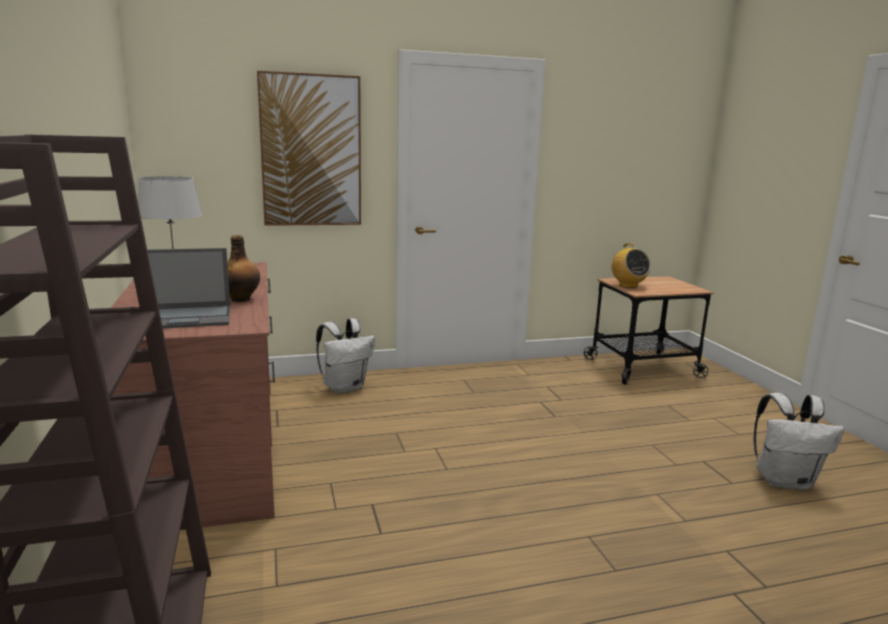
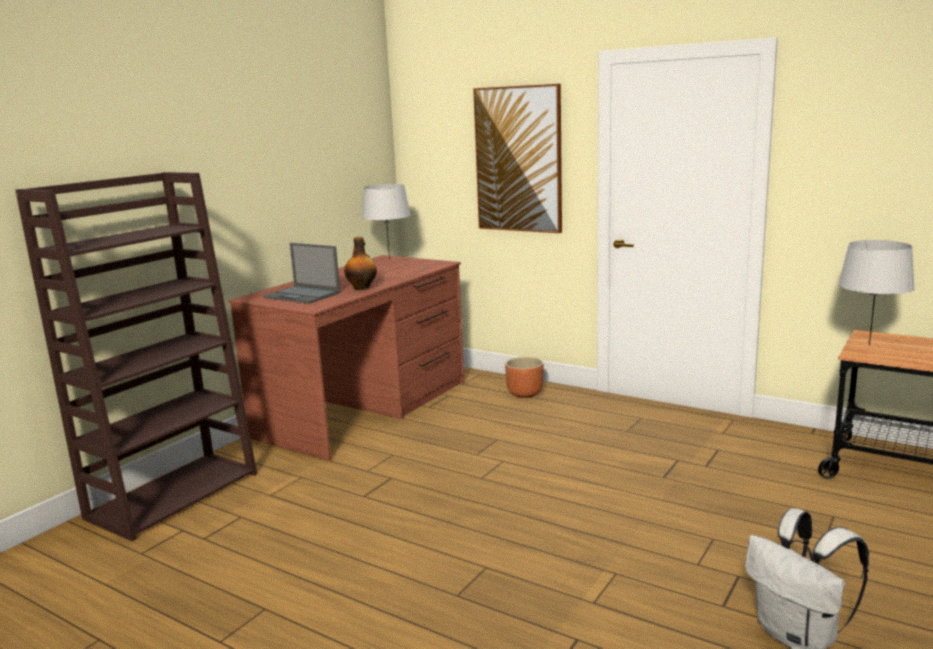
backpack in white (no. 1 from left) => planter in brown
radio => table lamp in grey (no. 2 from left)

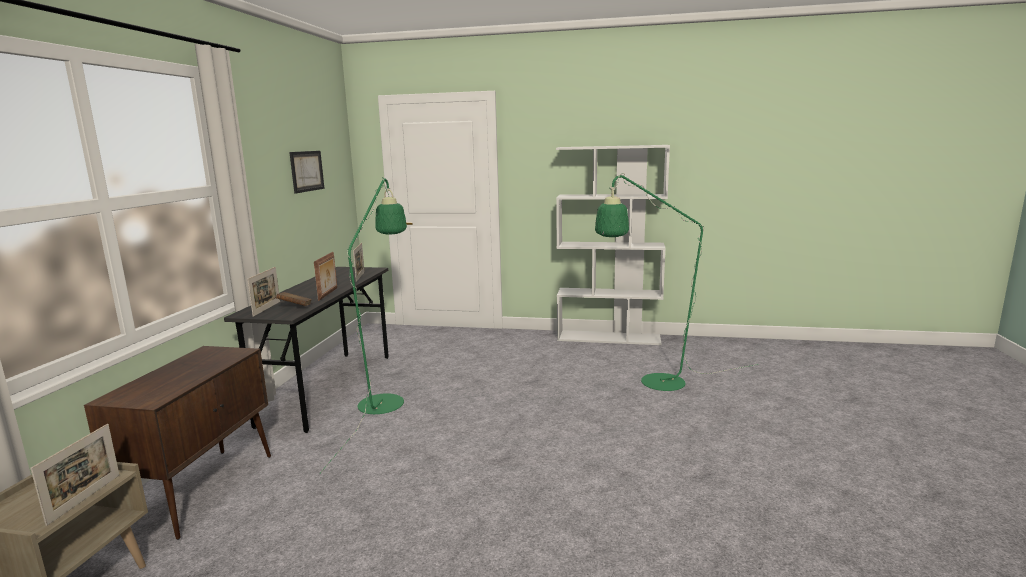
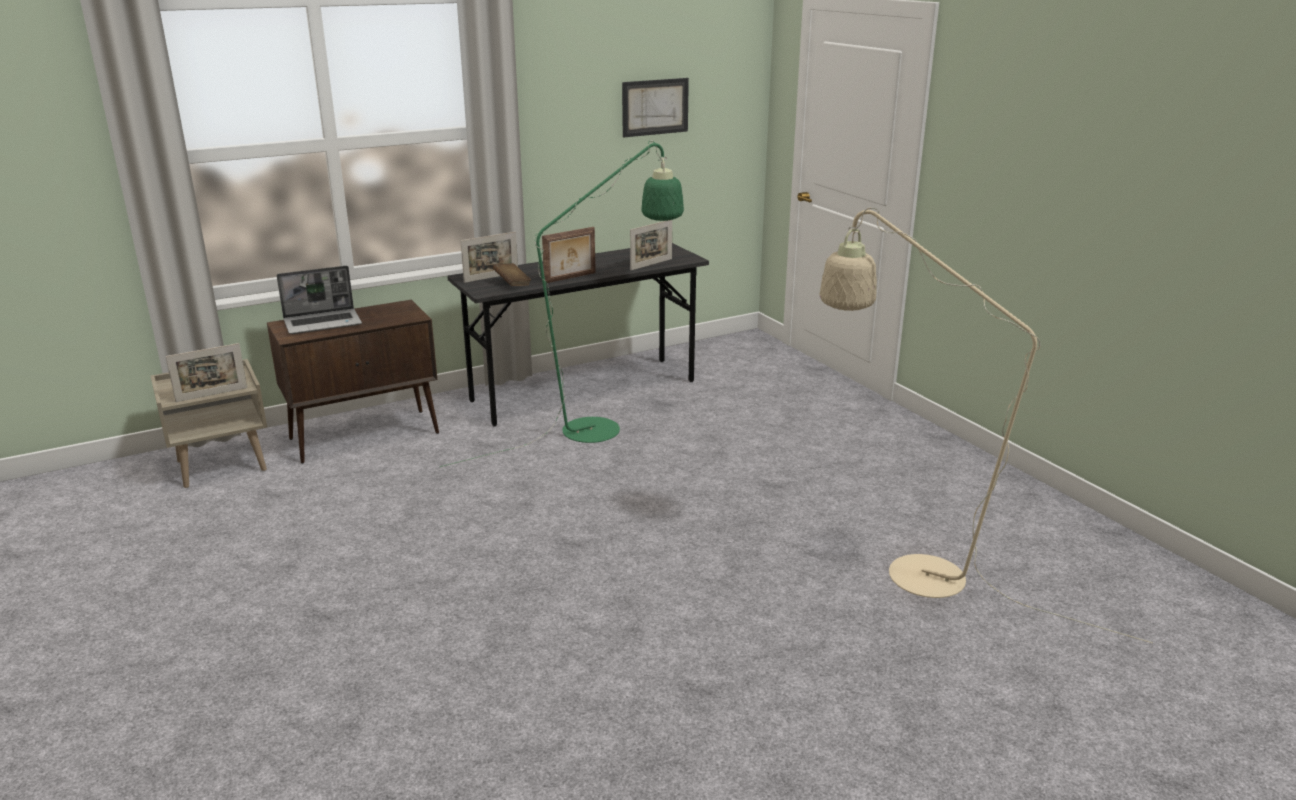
nothing => laptop
floor lamp in green (no. 2 from left) => floor lamp in beige
bookcase in white => nothing

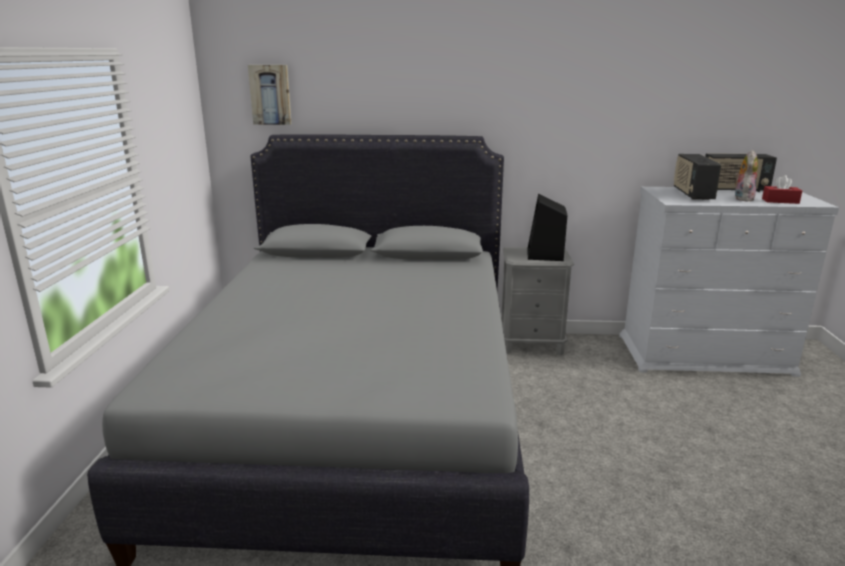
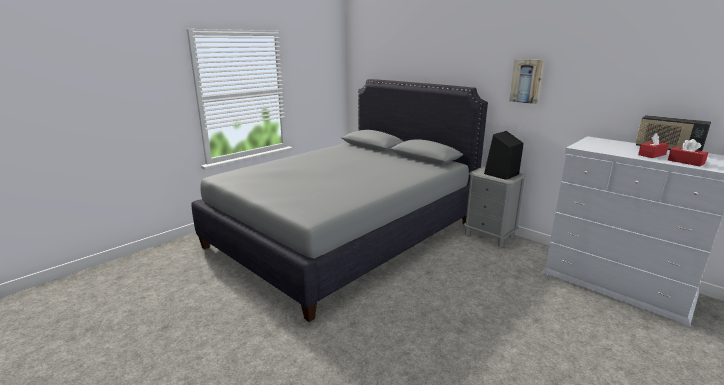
picture, relocated
plush toy => tissue box in red (no. 1 from left)
radio (no. 1 from left) => nothing

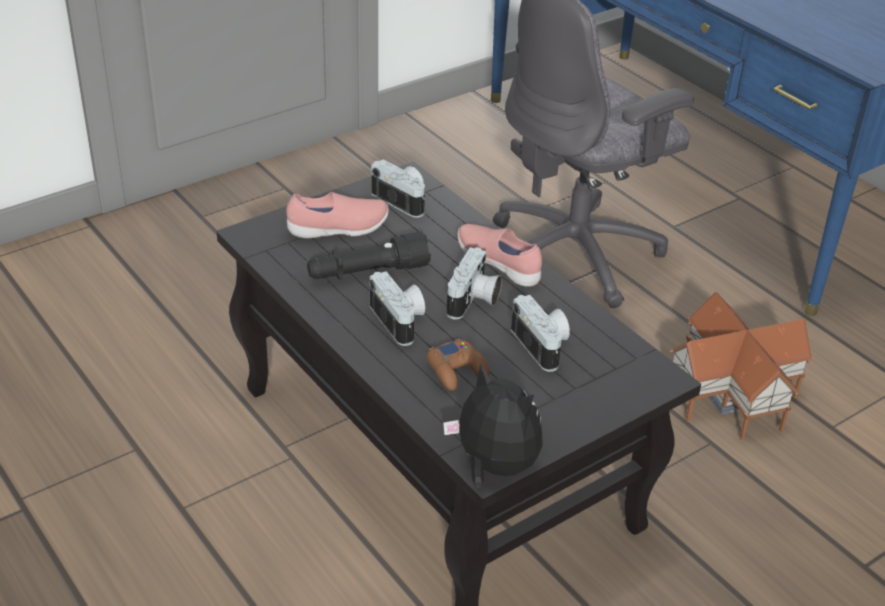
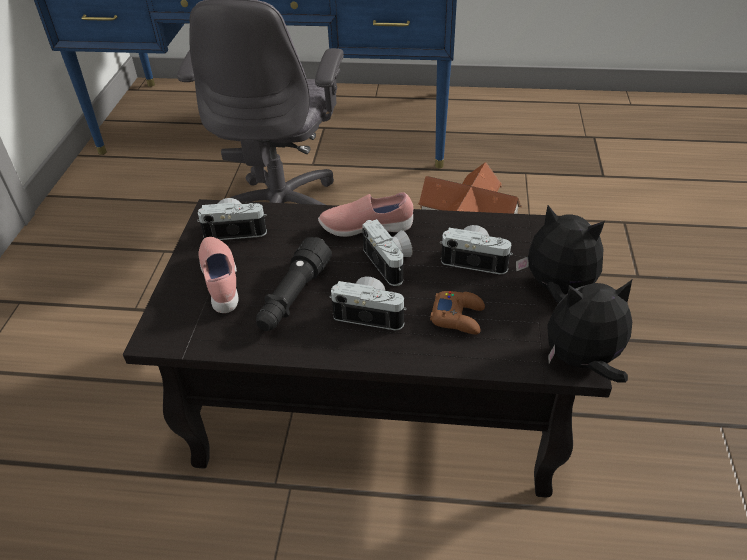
shoe in pink (no. 1 from left), 45 degrees counterclockwise
nothing => plush toy (no. 1 from left)

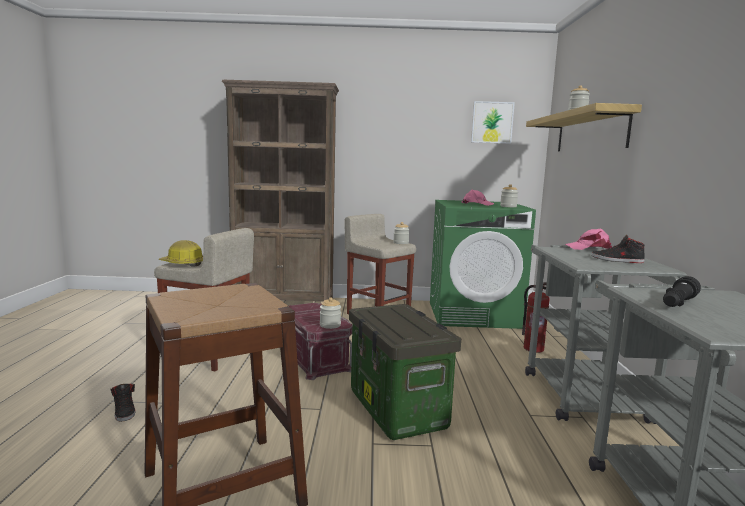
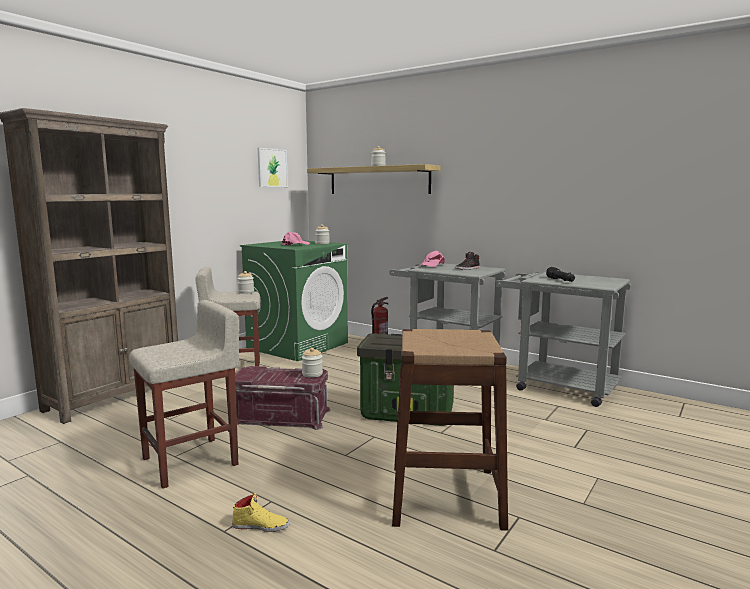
shoe in black (no. 1 from left) => shoe in yellow
hard hat => nothing

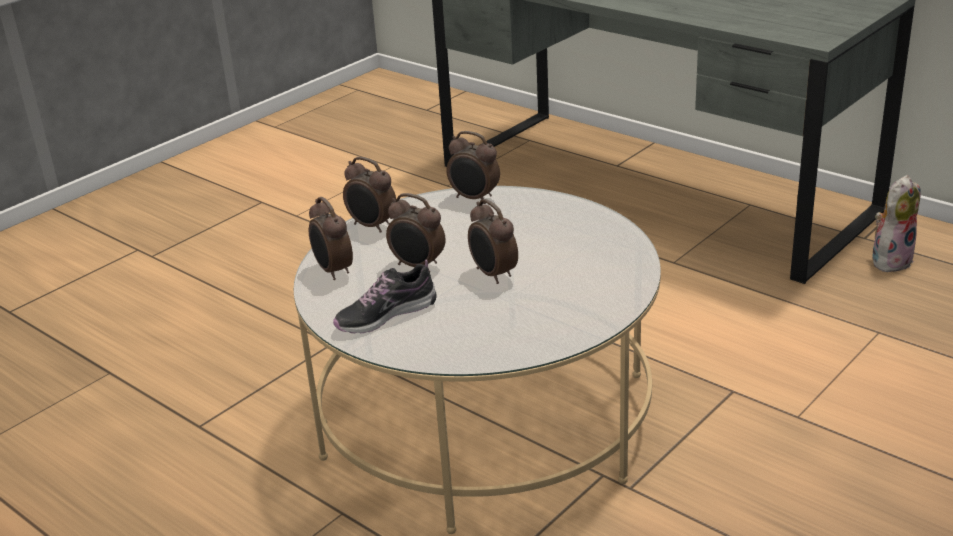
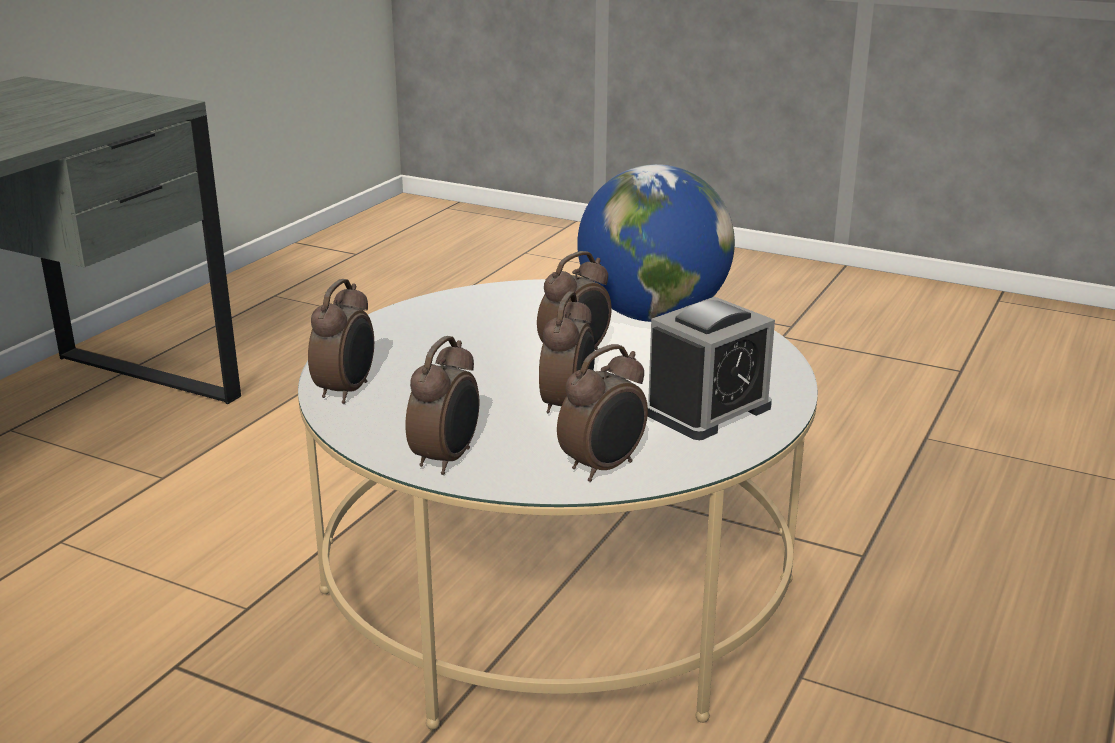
nothing => globe
shoe => alarm clock (no. 6 from left)
plush toy => nothing

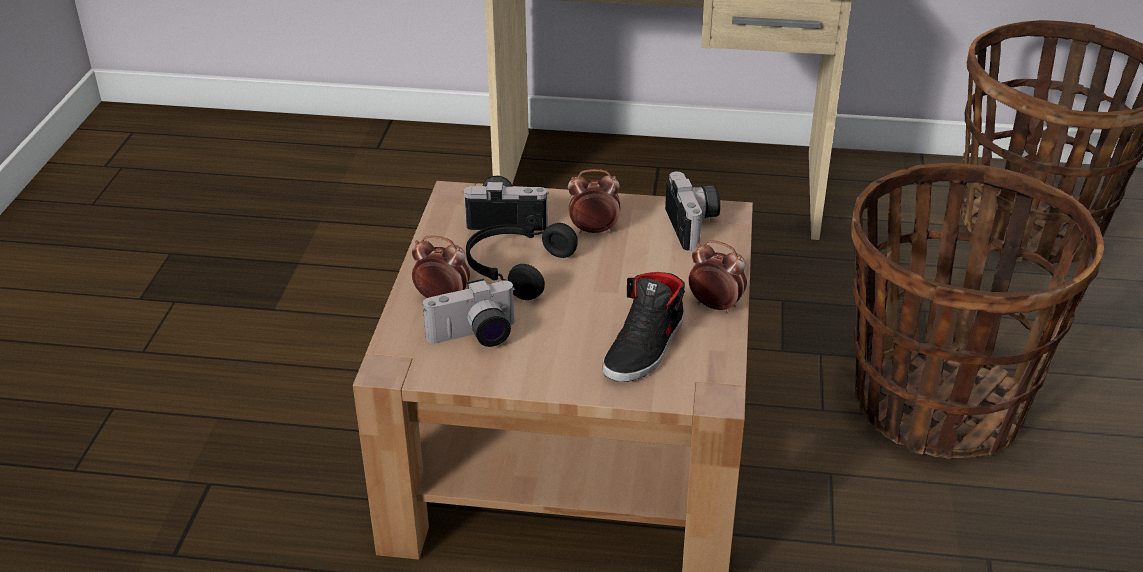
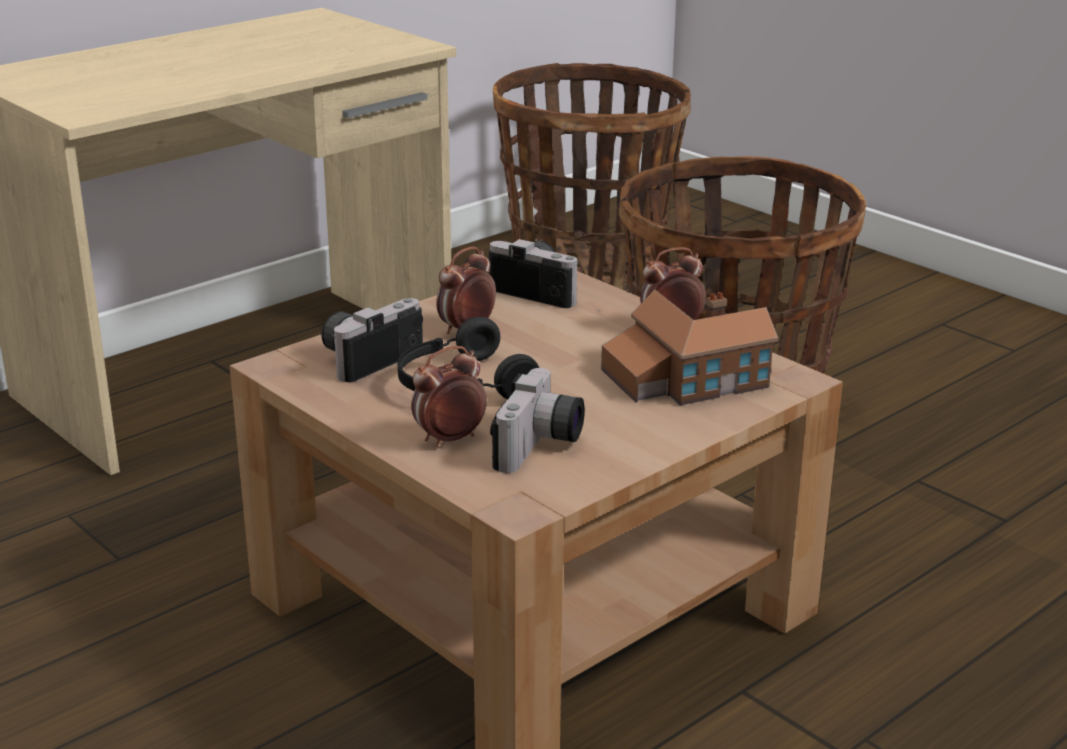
shoe in black => toy house

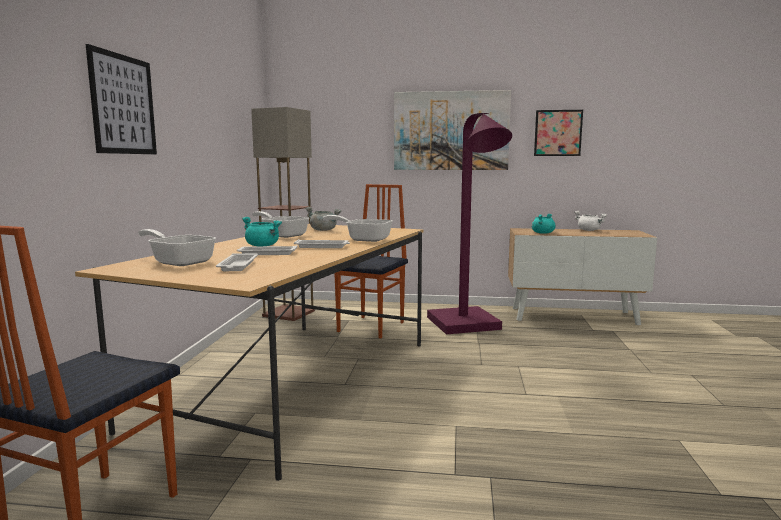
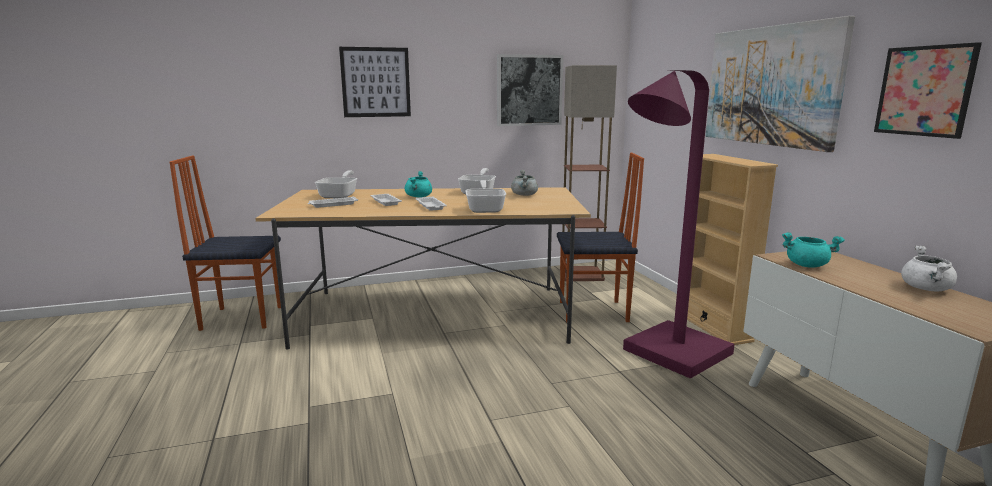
nothing => picture (no. 2 from left)
nothing => bookcase in beige

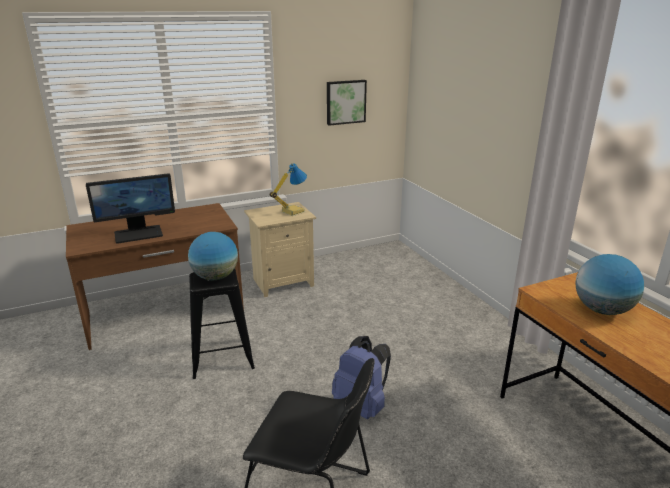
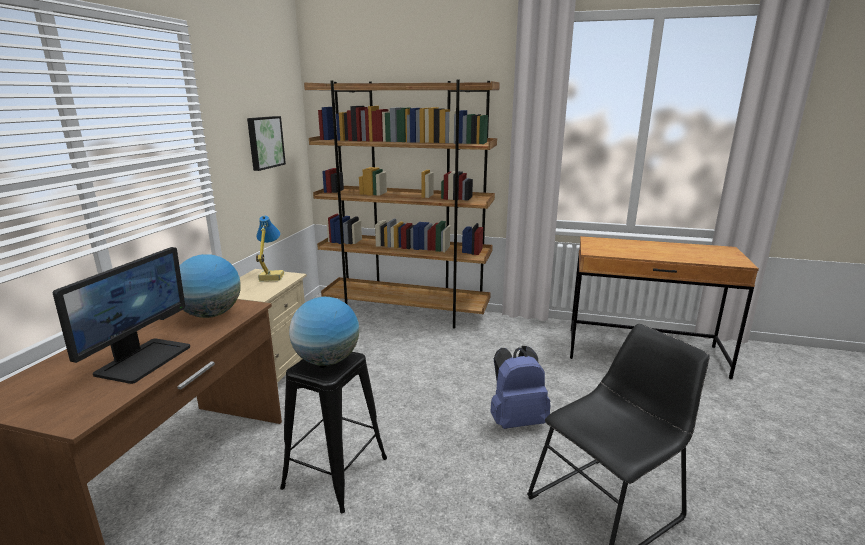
globe (no. 2 from left in the first image) => globe (no. 1 from left), relocated
nothing => bookcase in brown

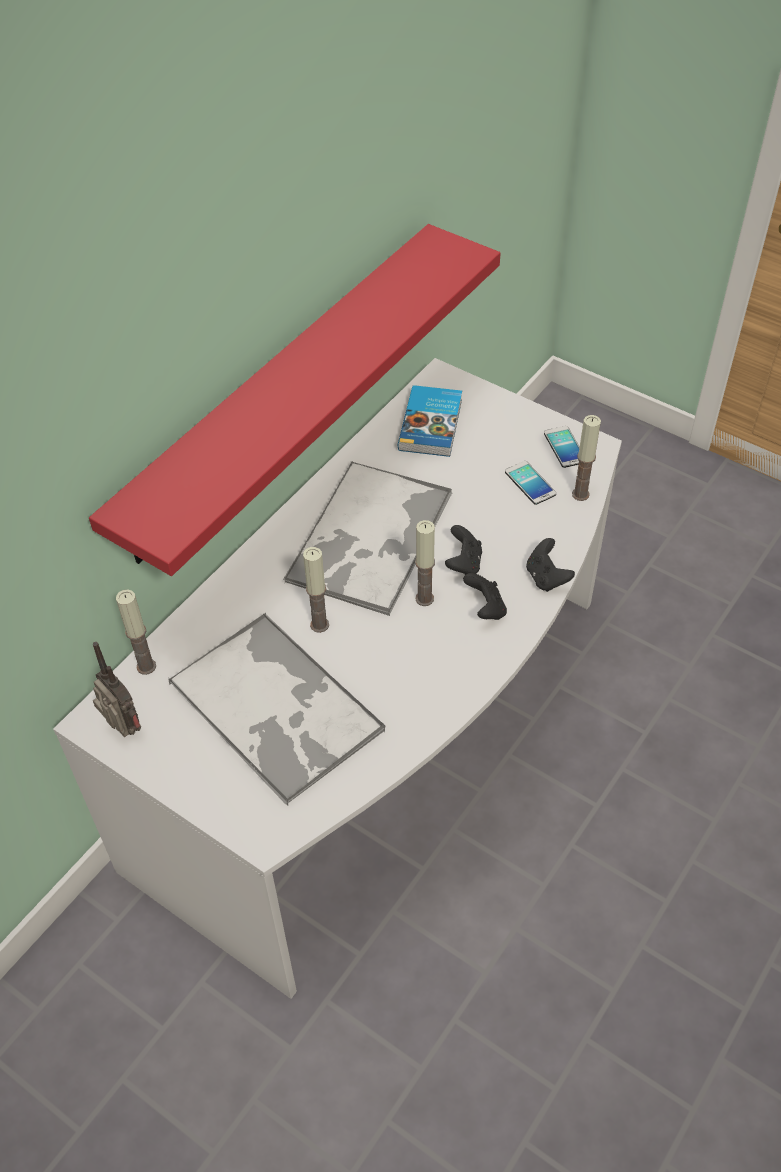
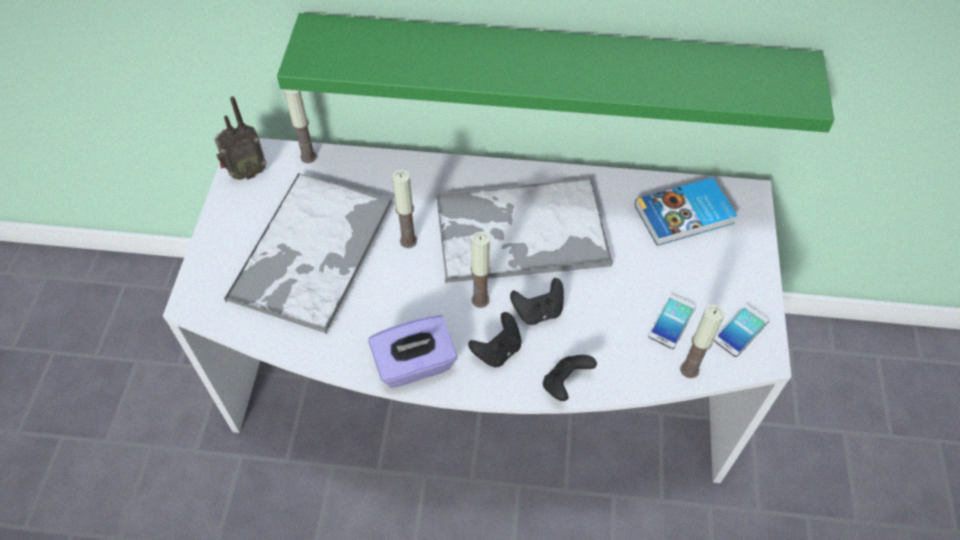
radio, 45 degrees clockwise
shelf in red => shelf in green
nothing => tissue box in purple

